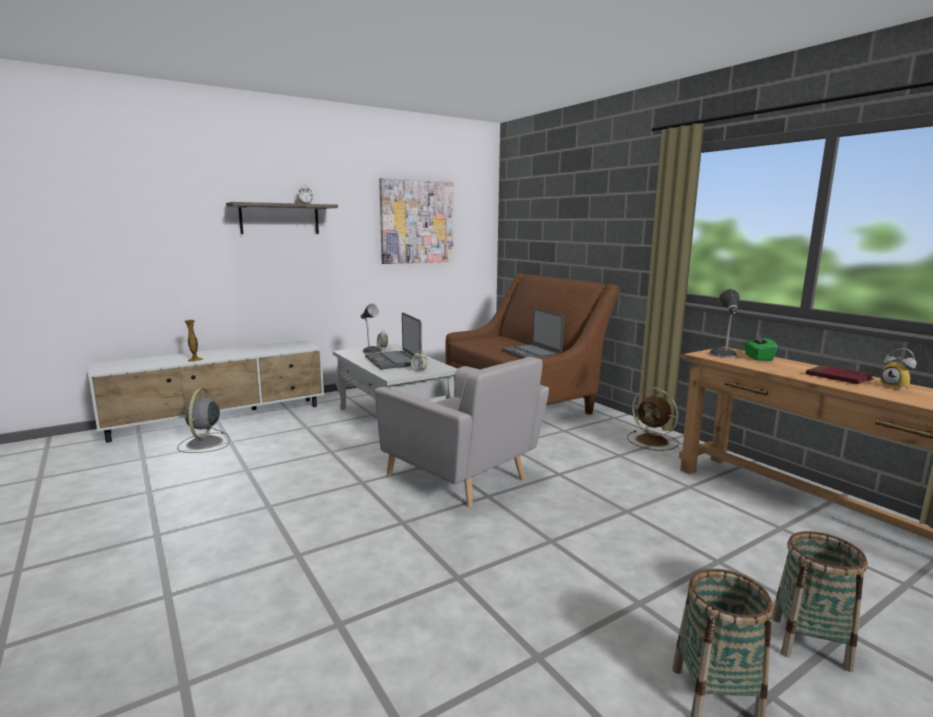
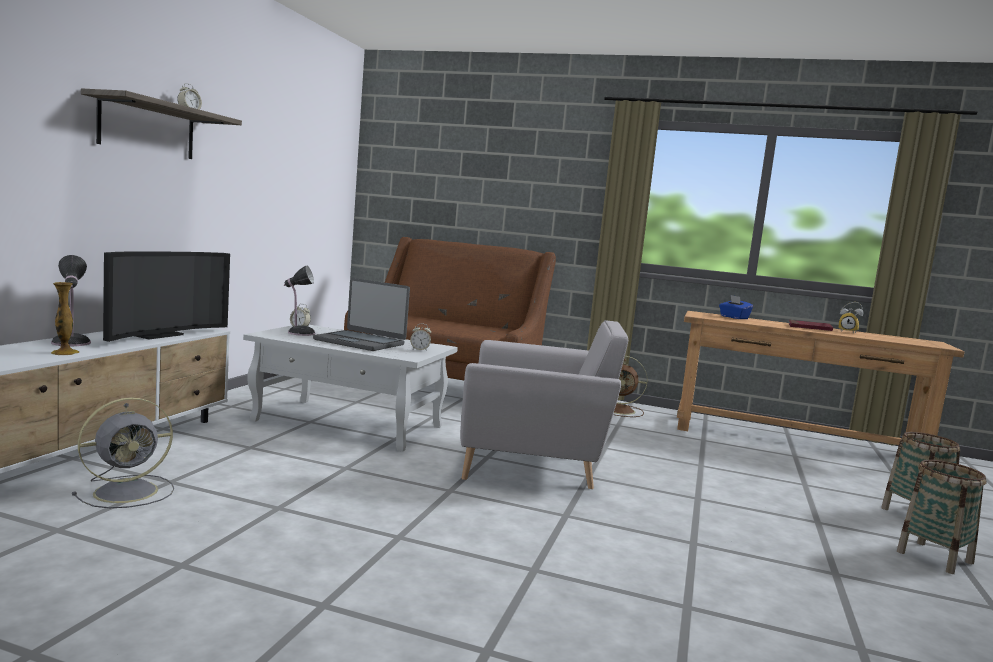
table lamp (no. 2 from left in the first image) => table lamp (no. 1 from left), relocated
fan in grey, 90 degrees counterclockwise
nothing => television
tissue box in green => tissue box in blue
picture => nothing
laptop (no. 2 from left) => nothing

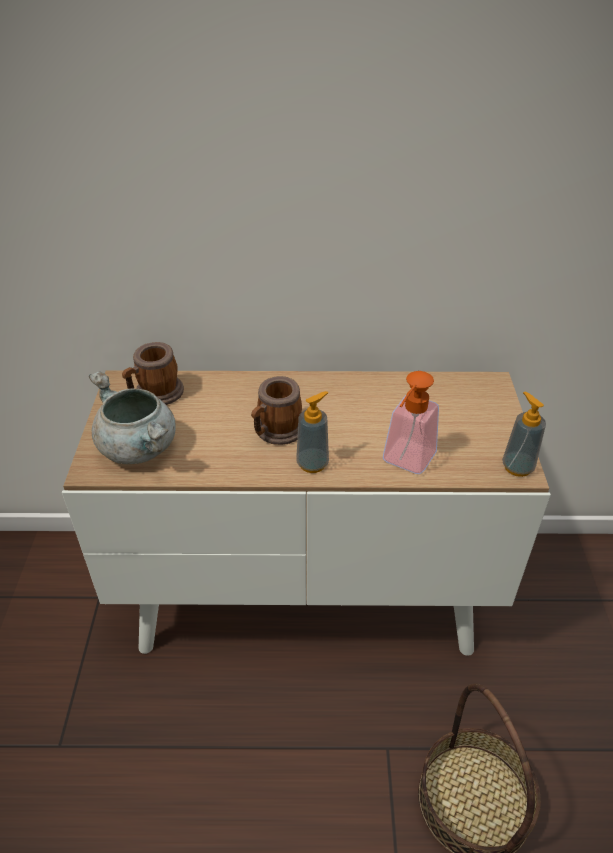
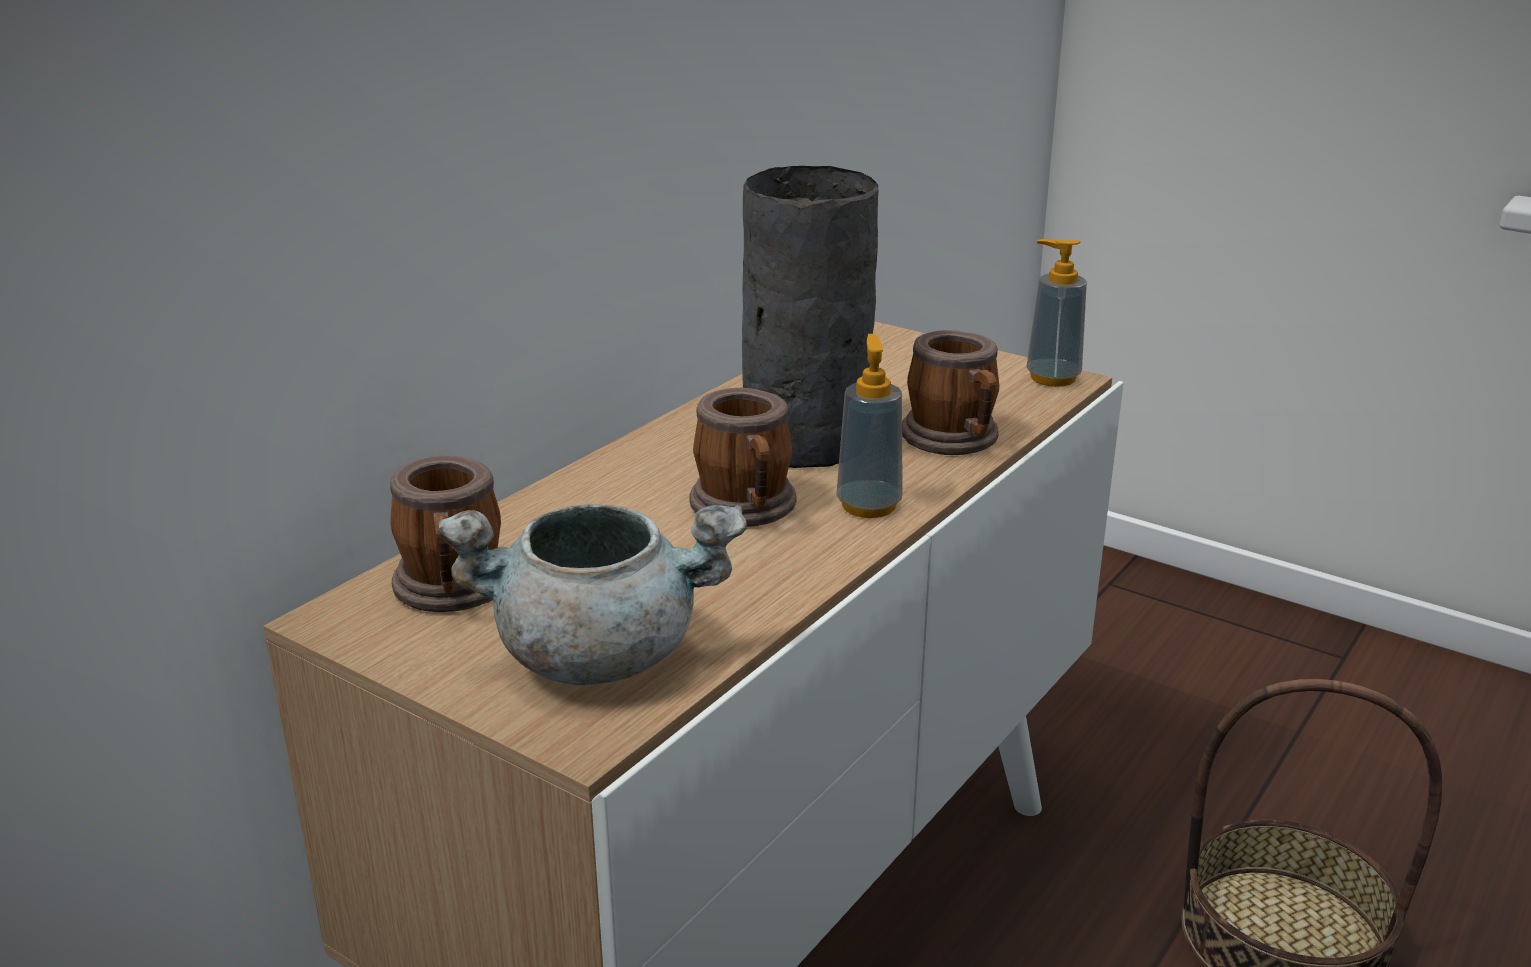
nothing => vase in grey
soap dispenser (no. 2 from left) => mug (no. 3 from left)

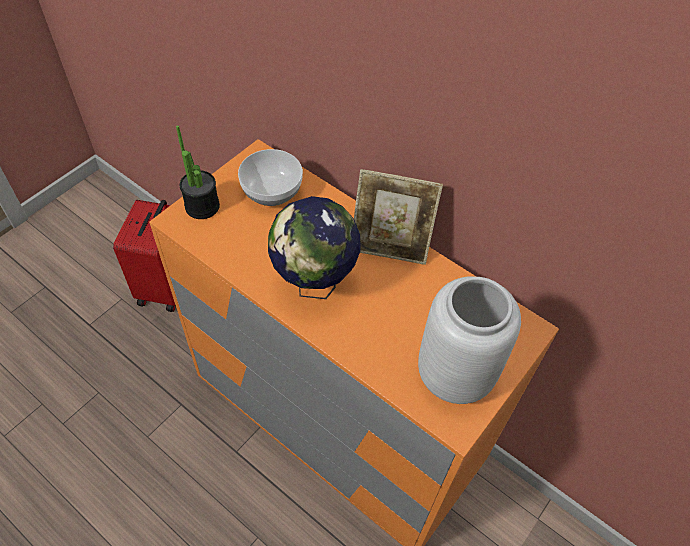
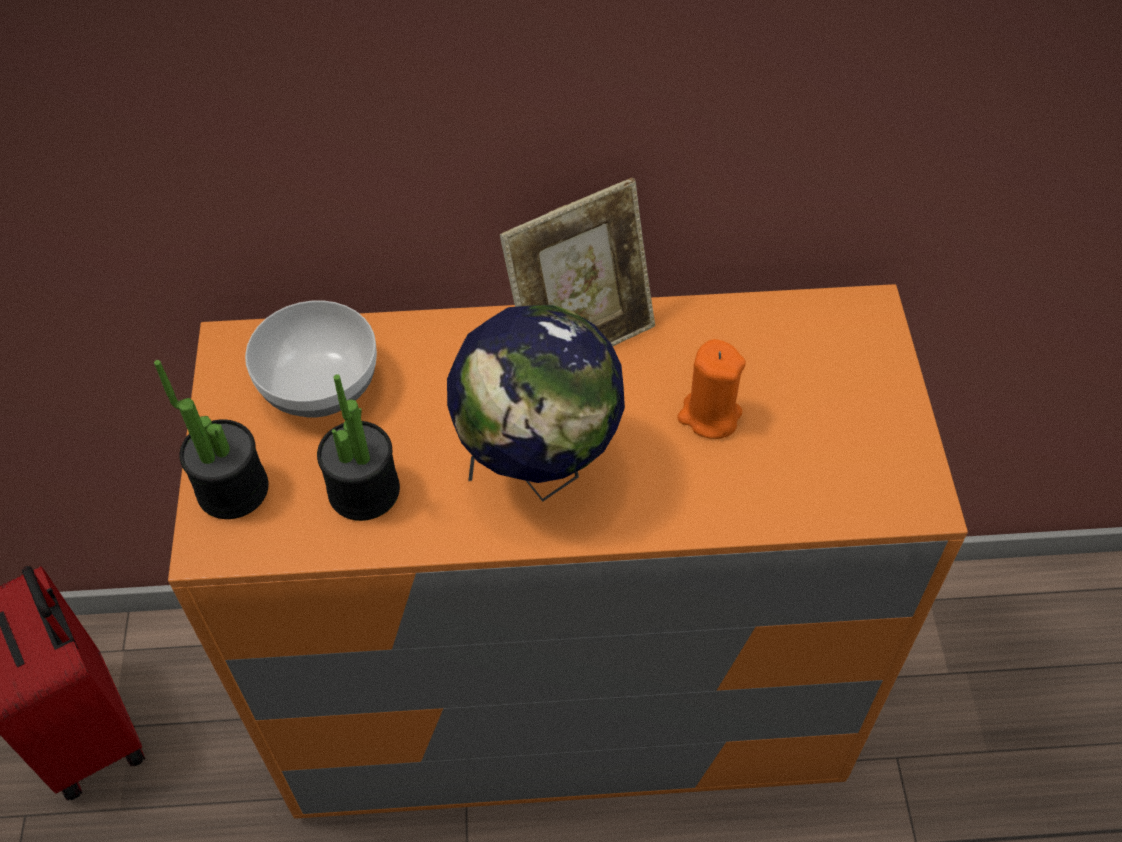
nothing => potted plant (no. 2 from left)
nothing => candle in orange
vase in grey => nothing

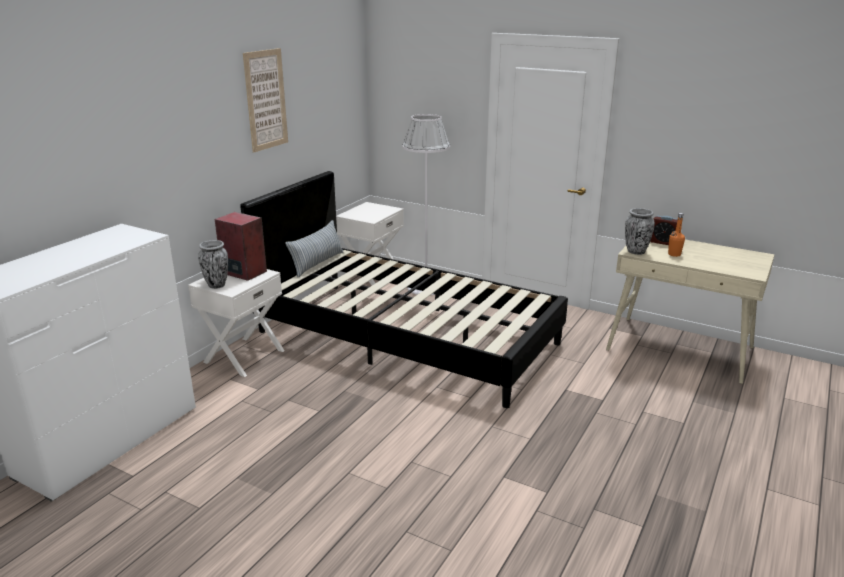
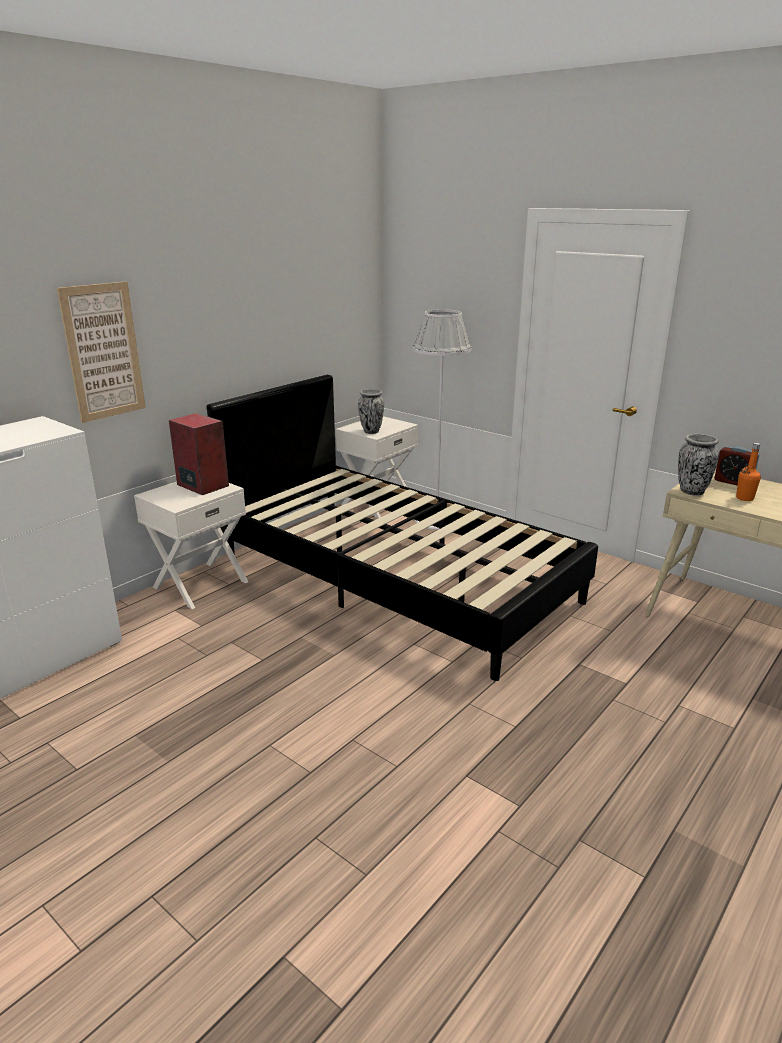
picture, relocated
vase (no. 1 from left), relocated
pillow => nothing

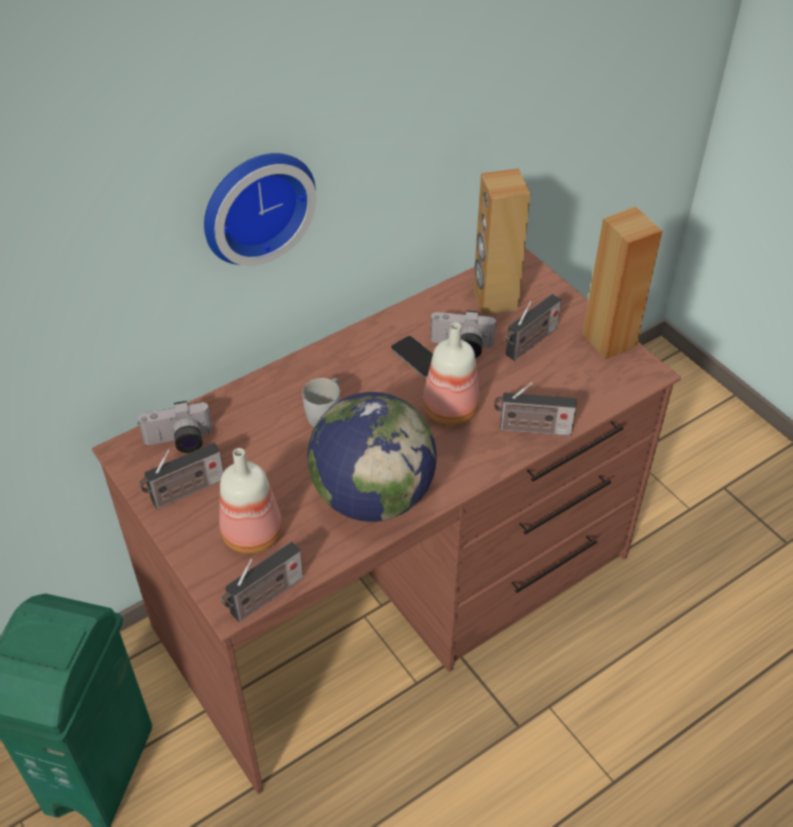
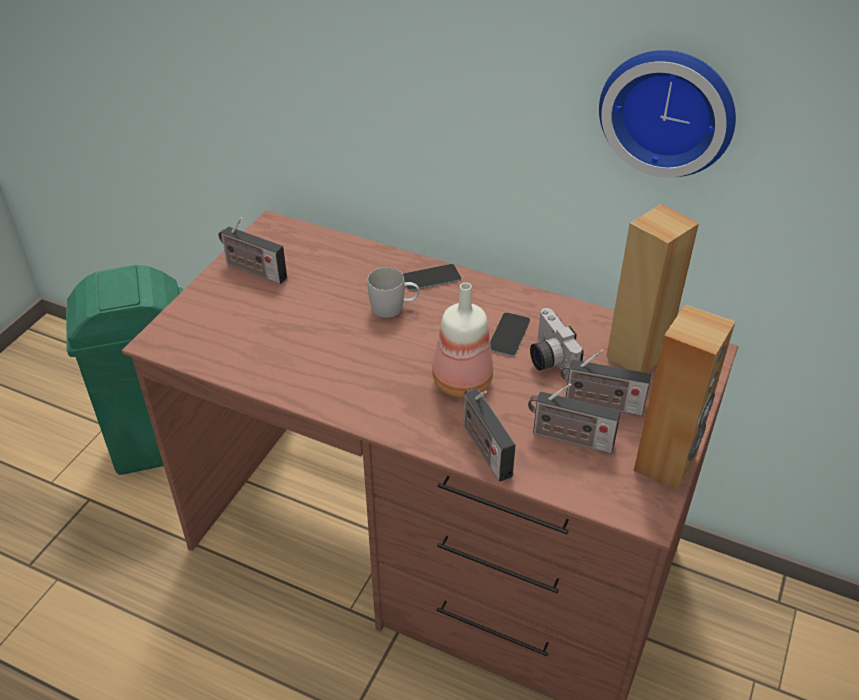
nothing => phone (no. 1 from left)
radio (no. 2 from left in the first image) => radio (no. 3 from left), relocated
wall clock, relocated
photo camera (no. 1 from left) => nothing
bottle (no. 1 from left) => nothing
globe => nothing

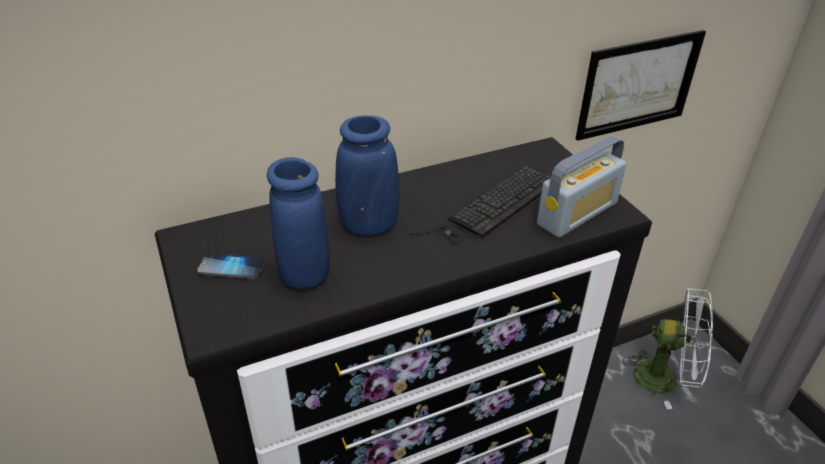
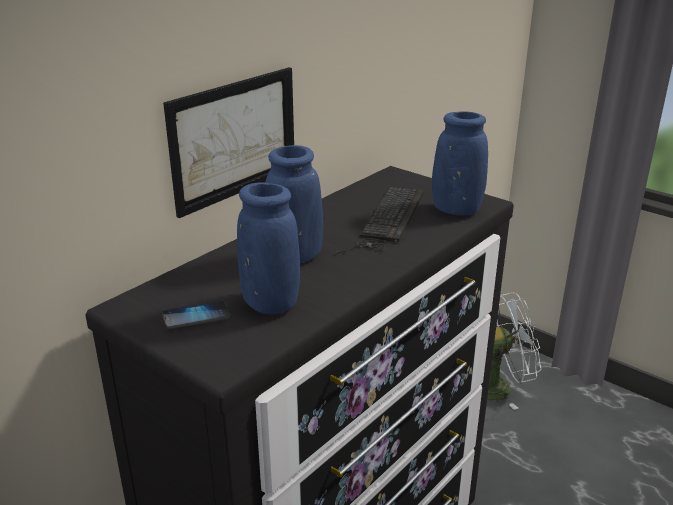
picture, relocated
radio => vase in blue (no. 3 from left)

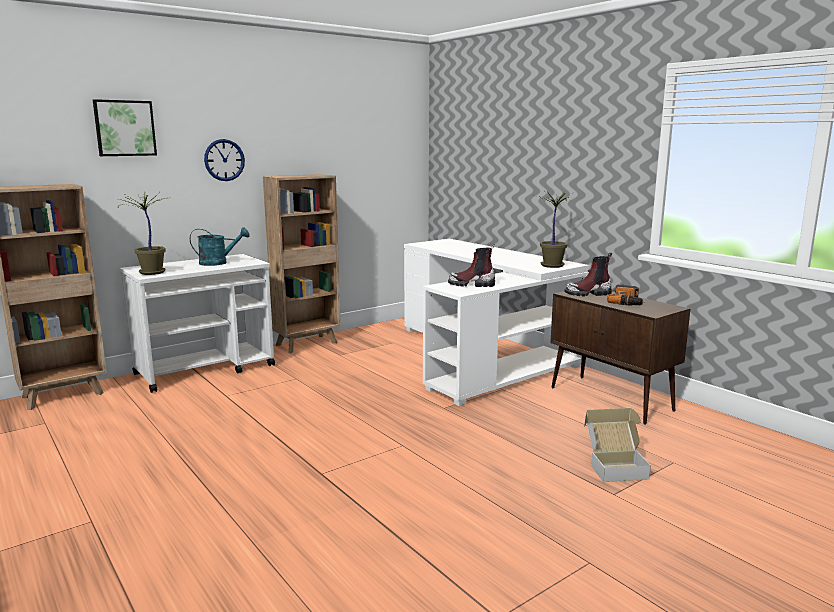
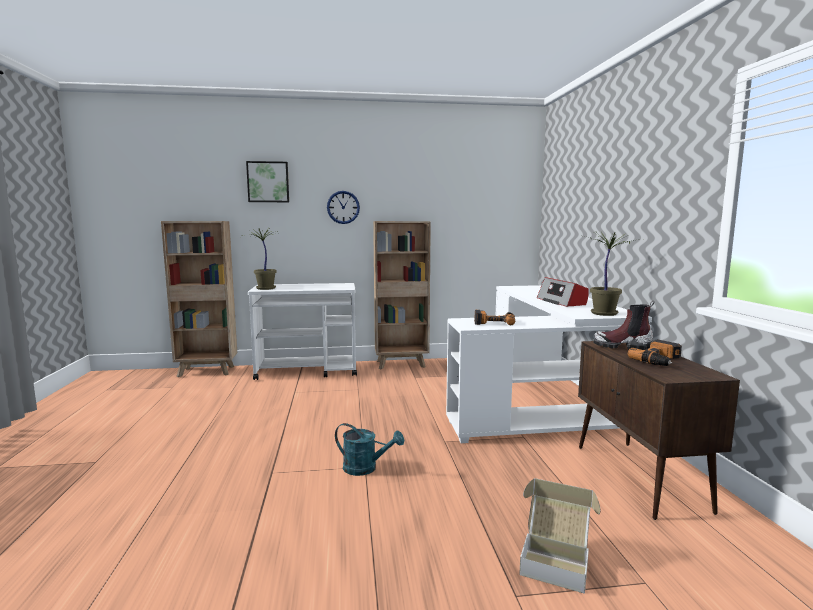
watering can in turquoise, relocated
boot (no. 1 from left) => power drill (no. 1 from left)
nothing => radio

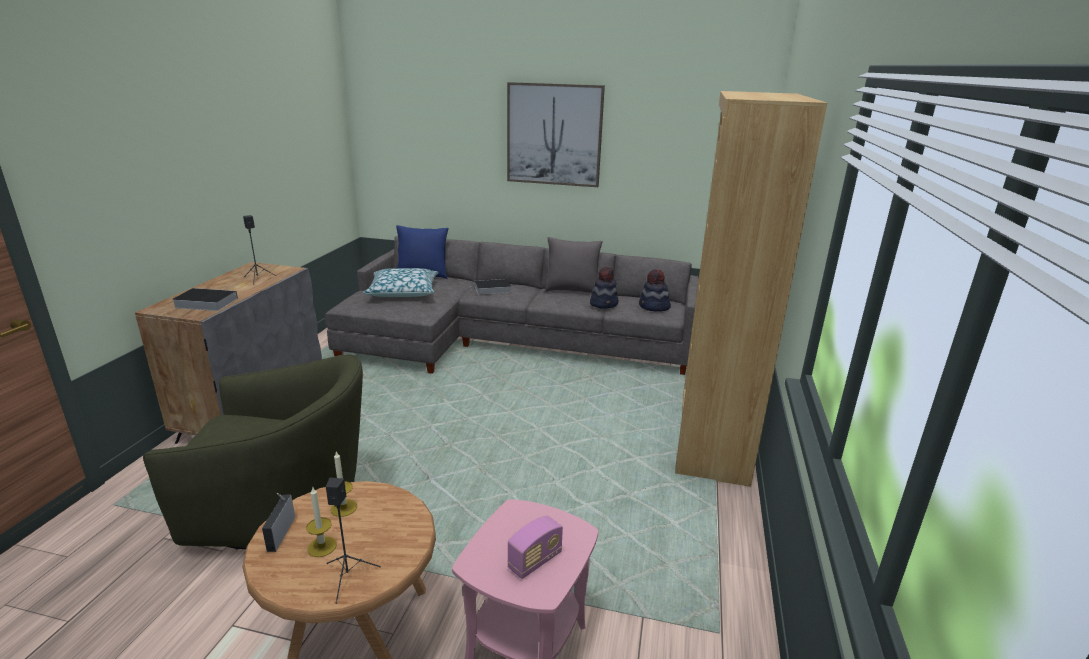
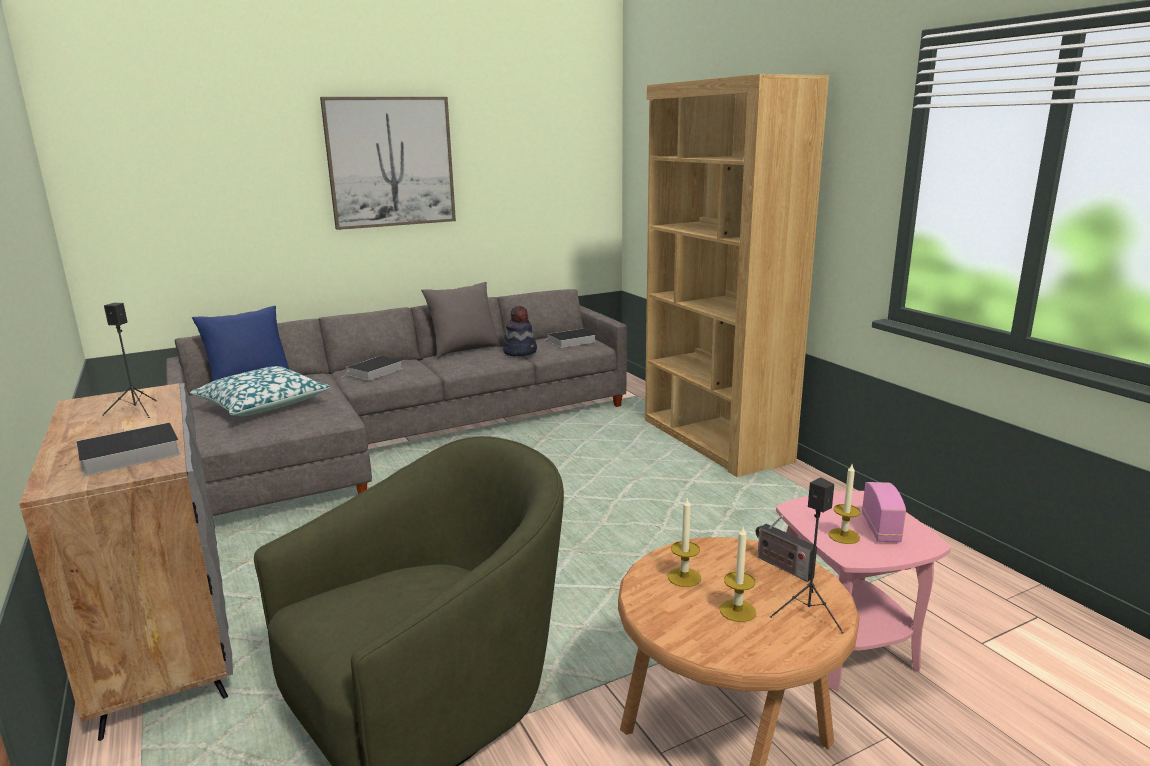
hat (no. 2 from left) => book (no. 3 from left)
radio (no. 1 from left), relocated
nothing => candle (no. 3 from left)

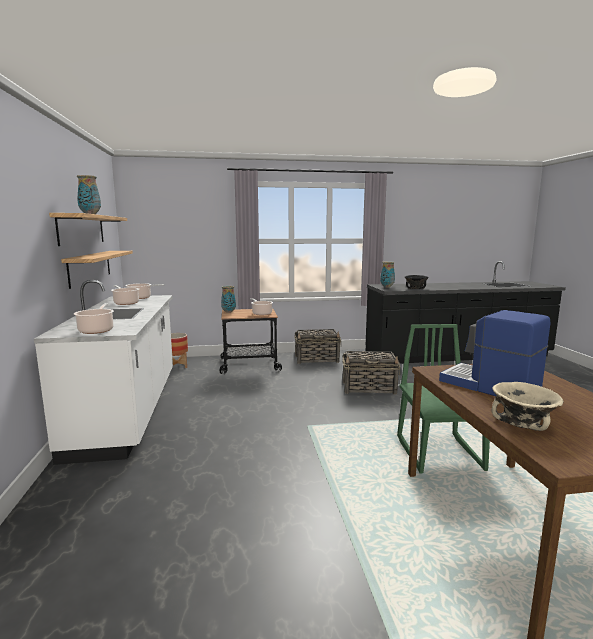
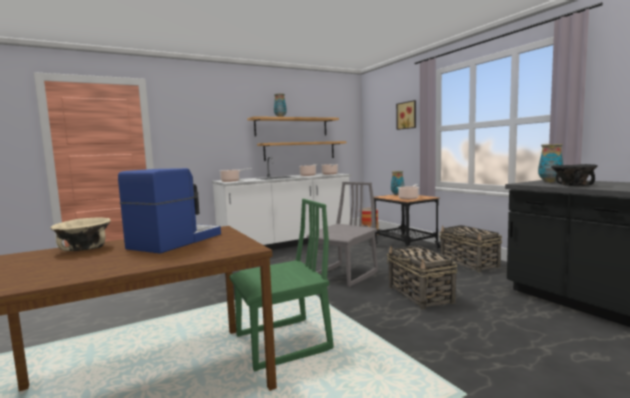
nothing => chair in grey
nothing => picture

